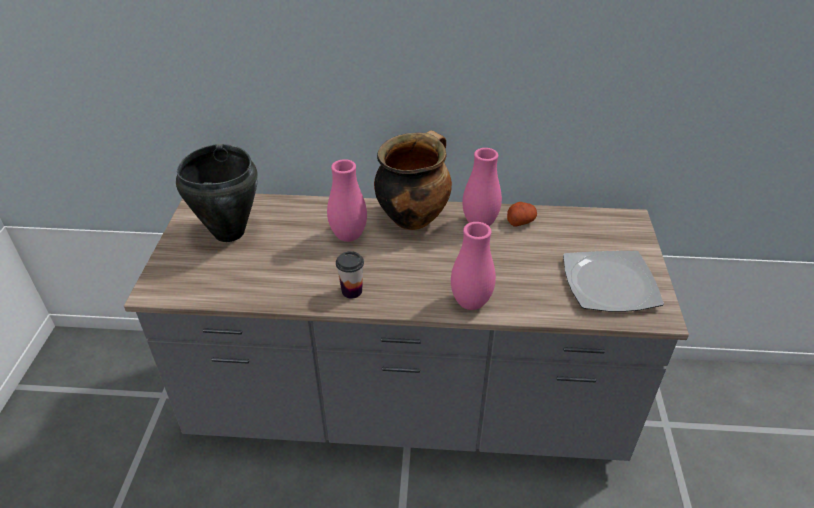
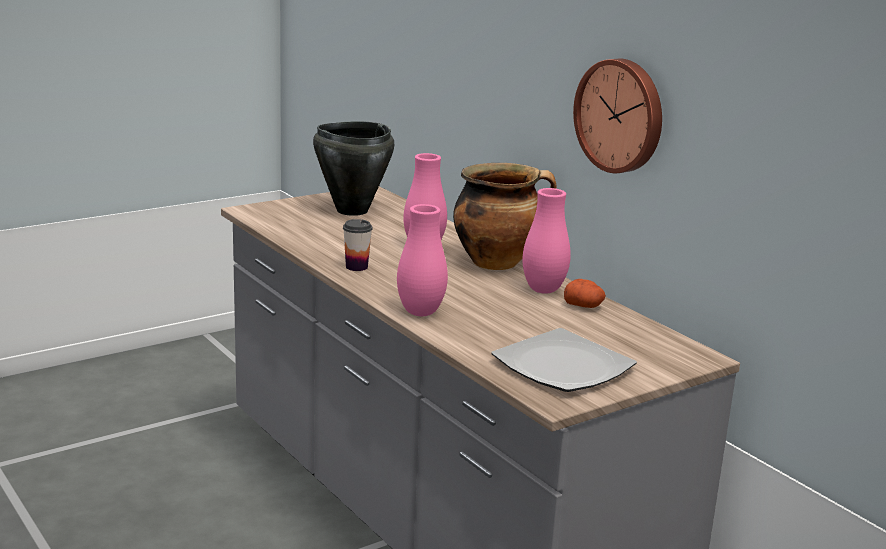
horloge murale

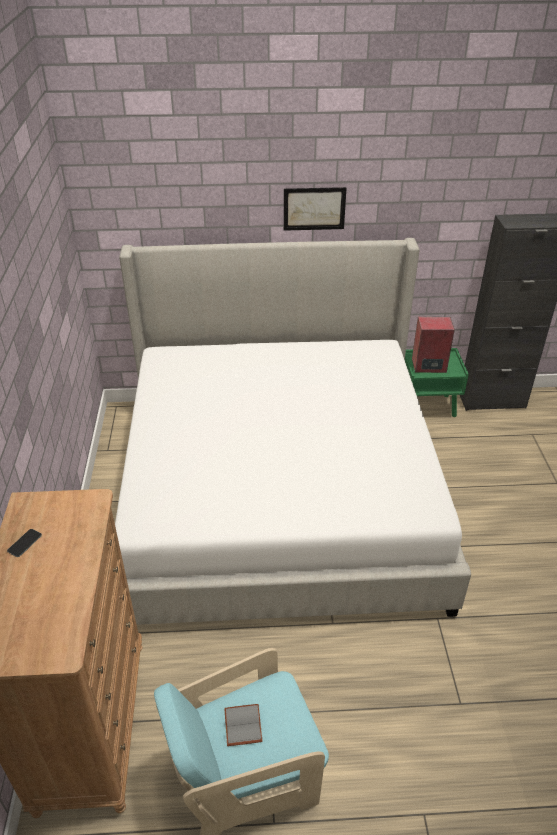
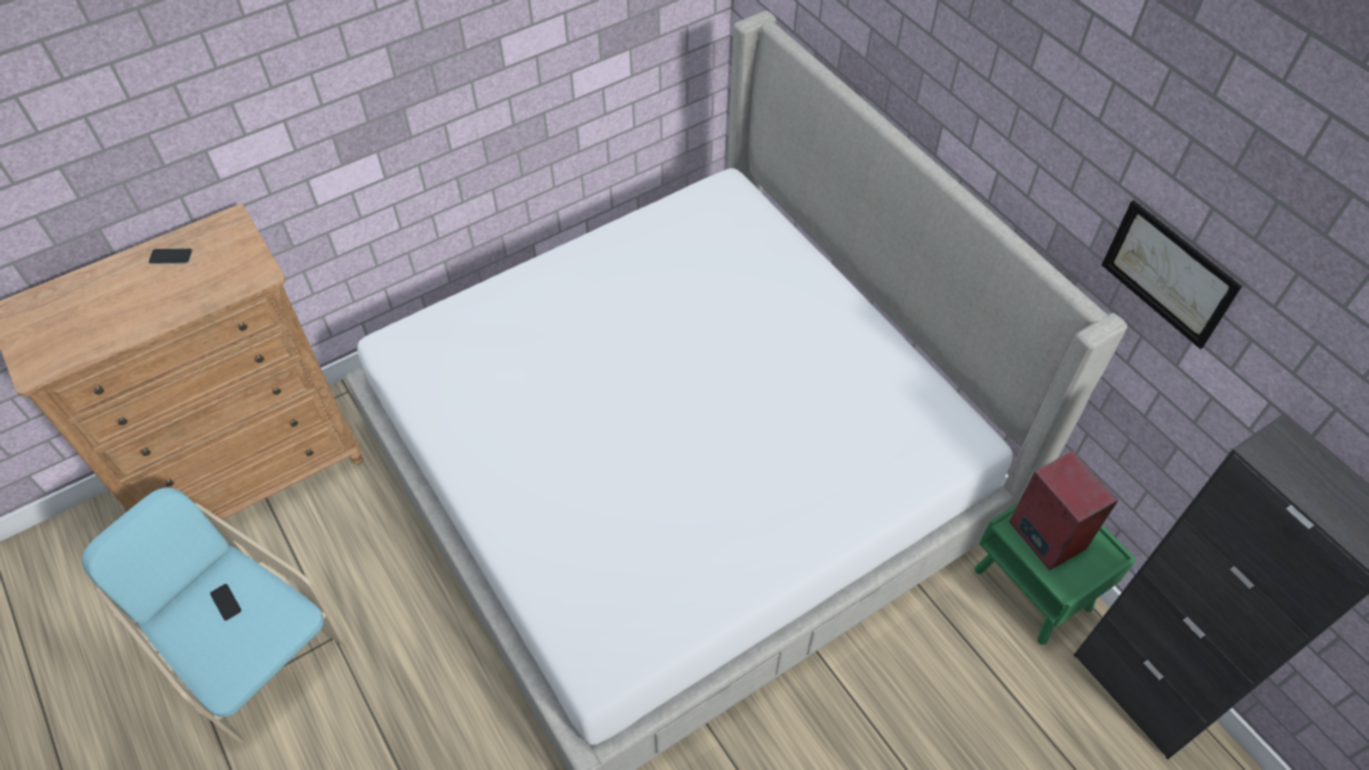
téléphone (2nd from left); tableau

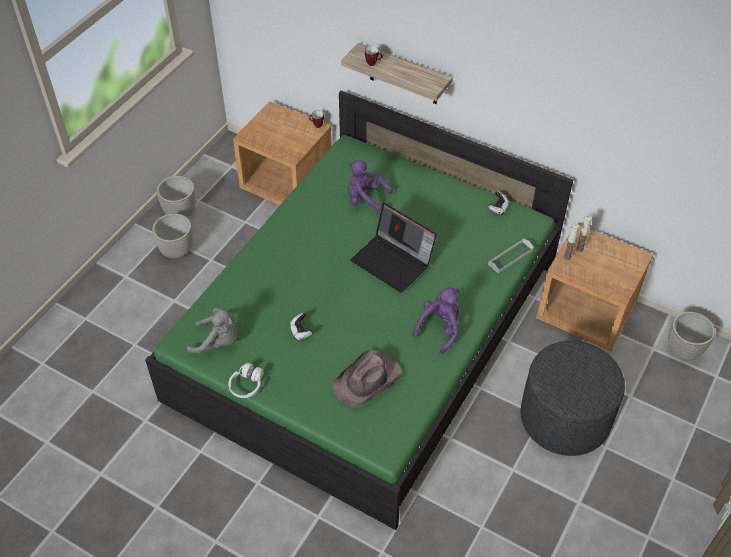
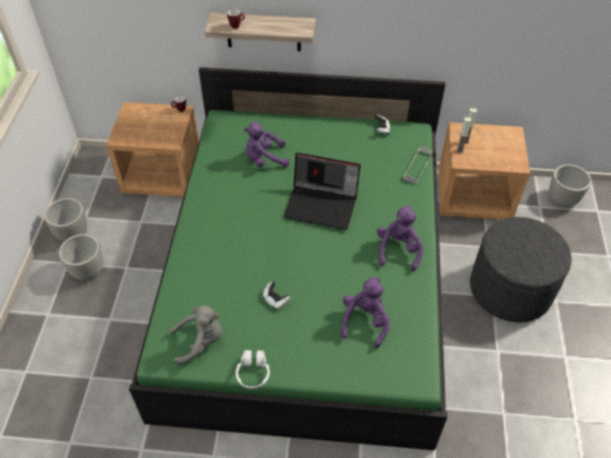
peluche/violet (2nd from left)

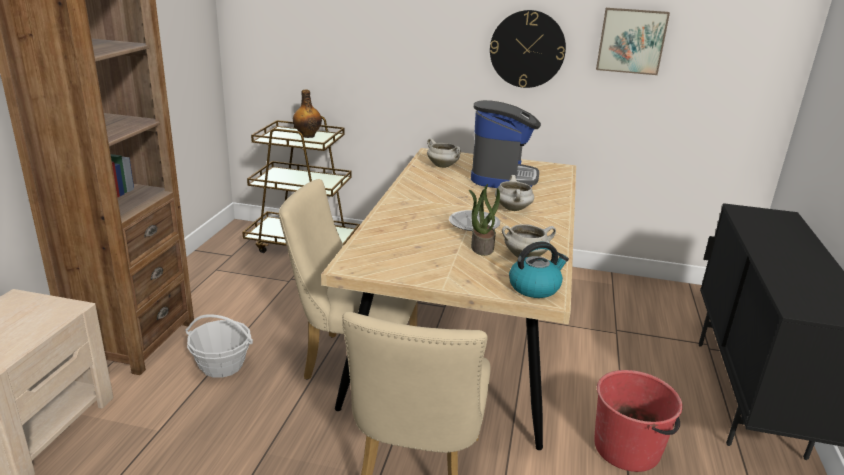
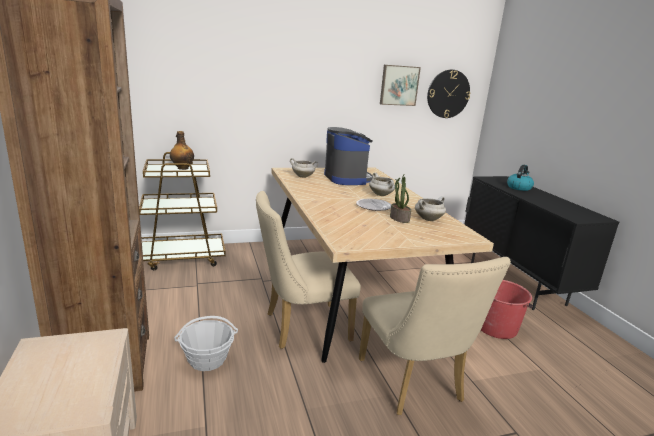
horloge murale; bouilloire

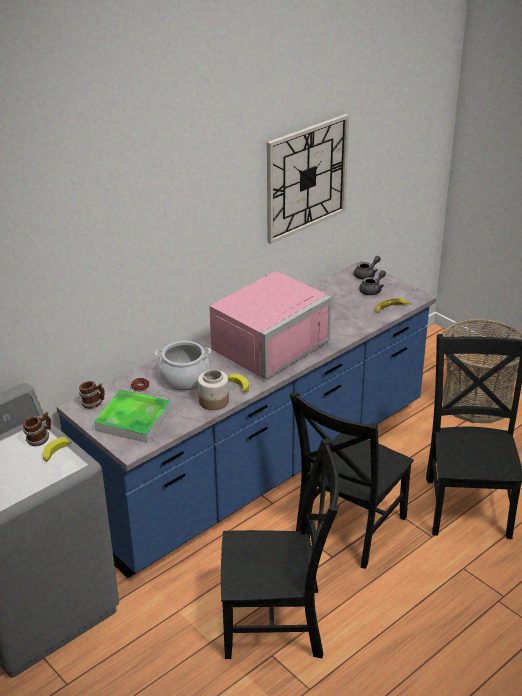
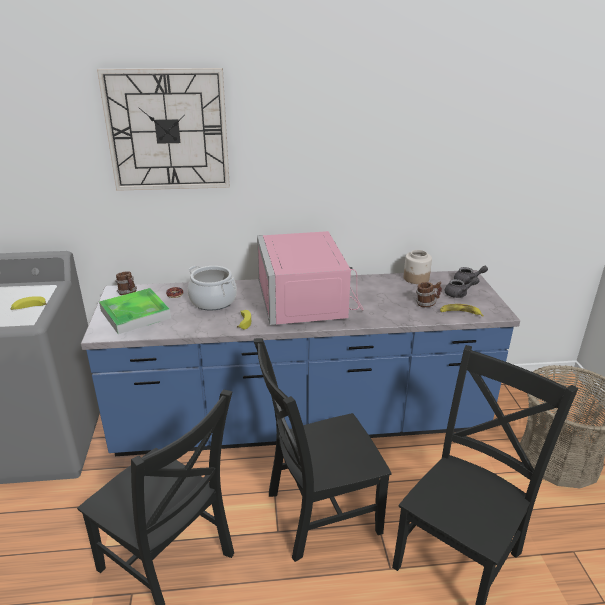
mug (2nd from left); bocal; micro-ondes/rose; horloge murale

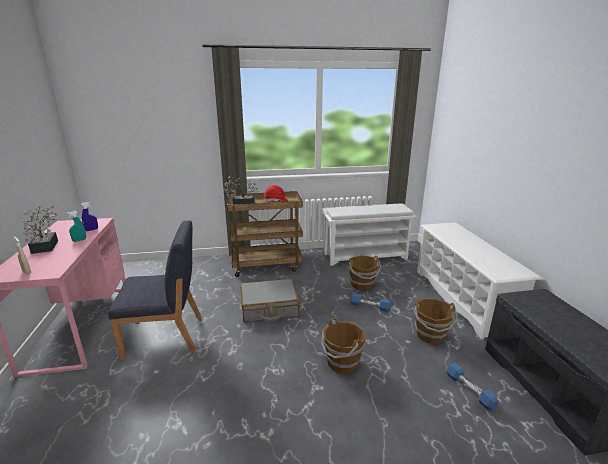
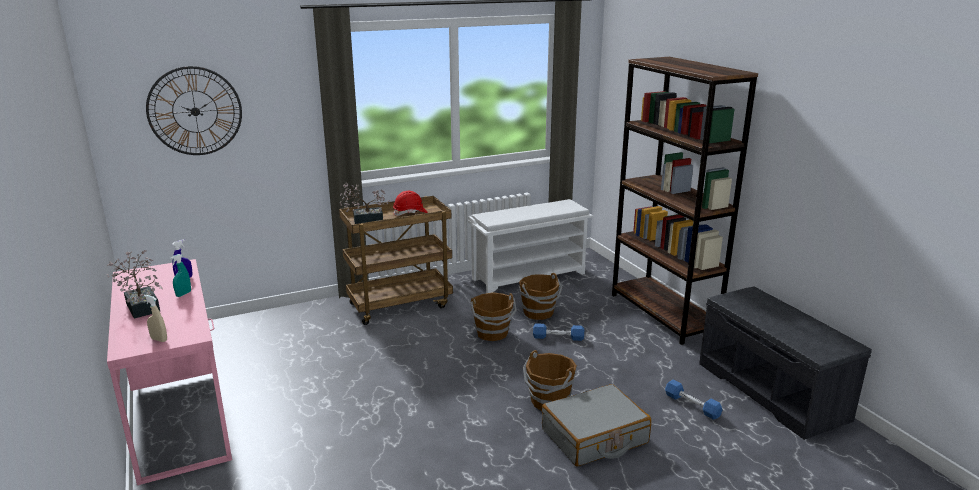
chaise/bleu; valise/gris; seau/marron (1st from left); bibliothèque/marron; horloge murale

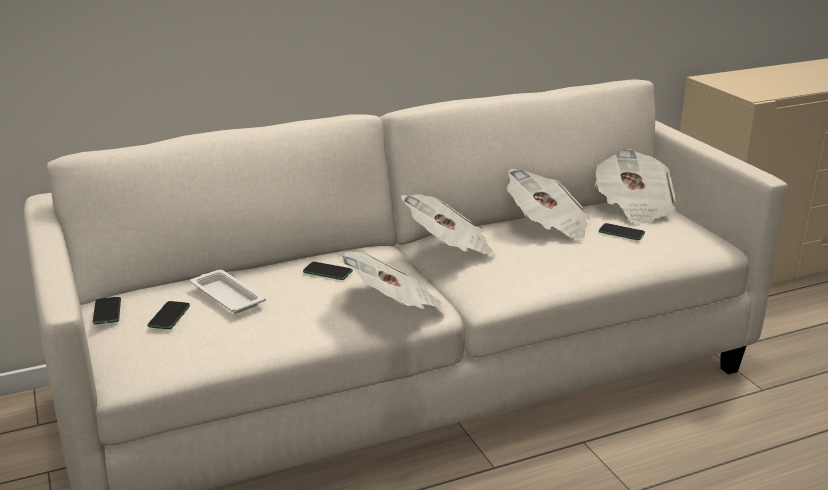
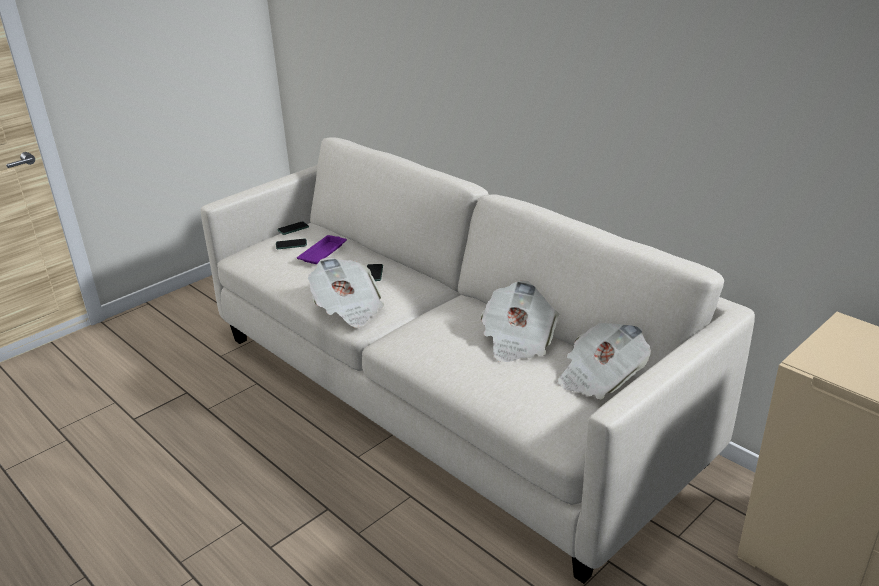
plateau/violet; journal (2nd from left in the first image); téléphone (4th from left in the first image)

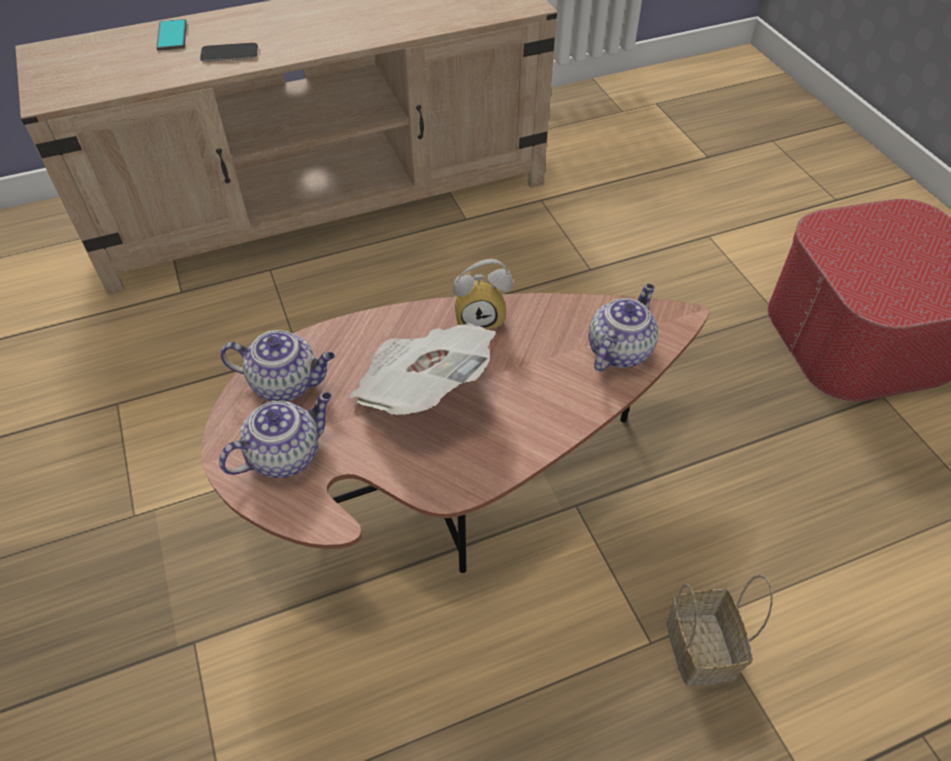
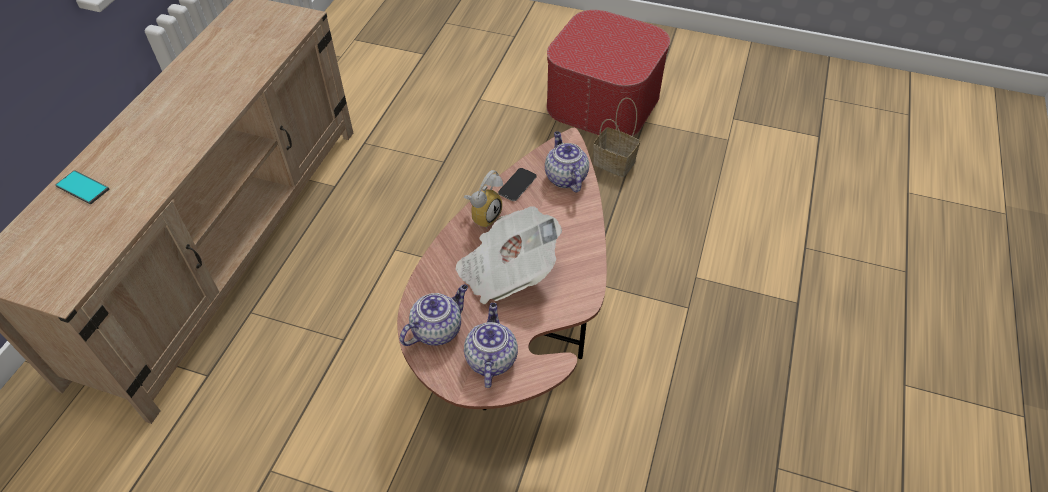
téléphone (2nd from left); panier

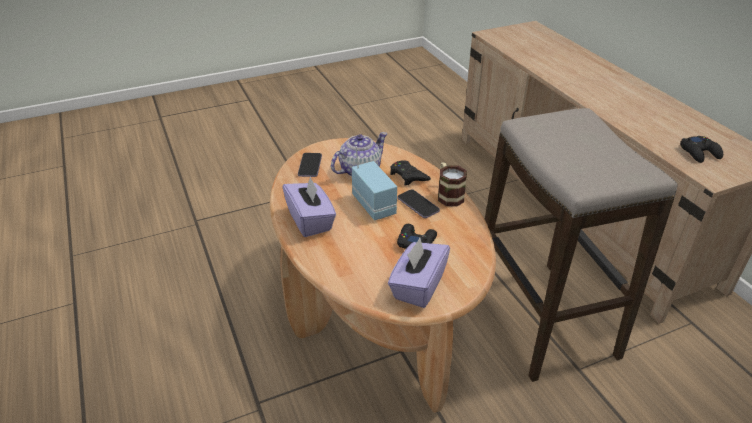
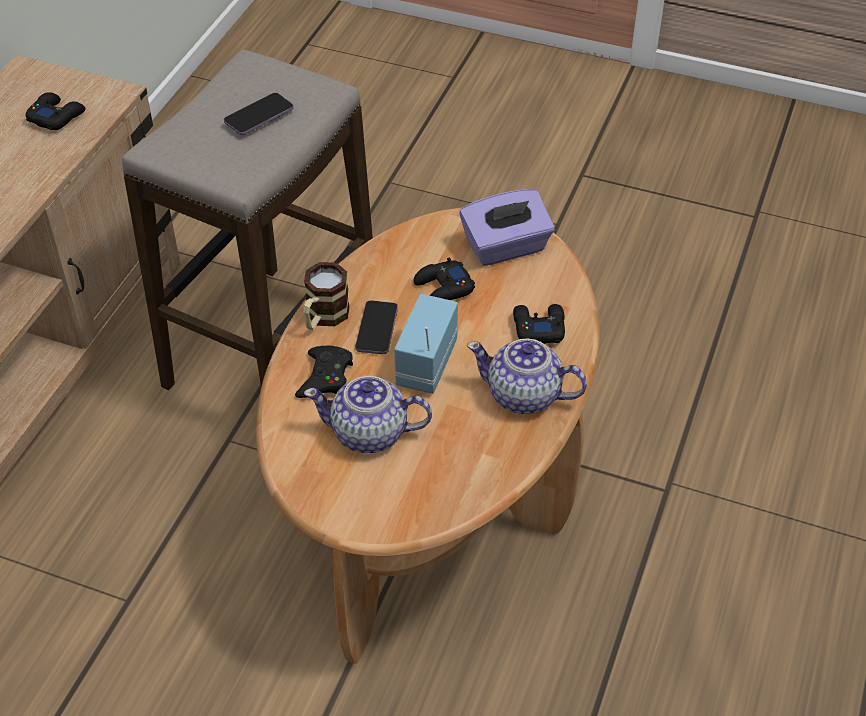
théière (2nd from left); téléphone (1st from left); manette/noir (4th from left)

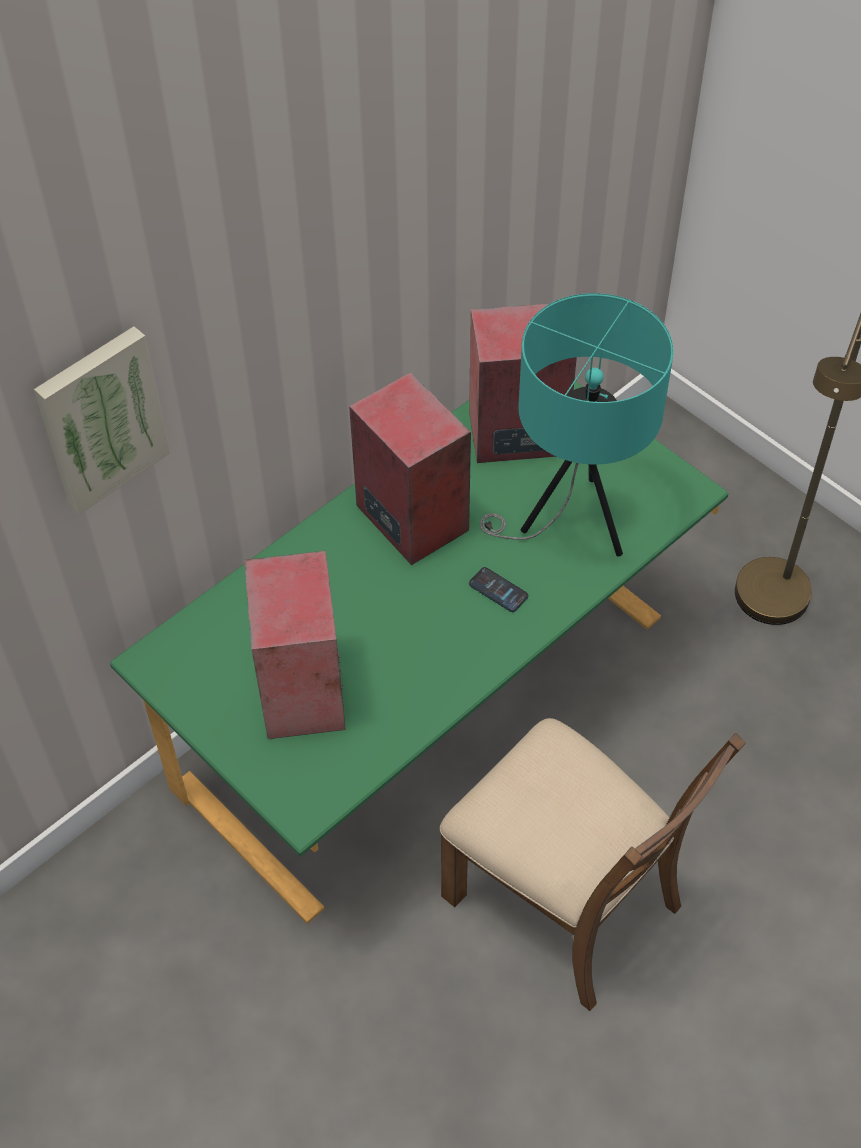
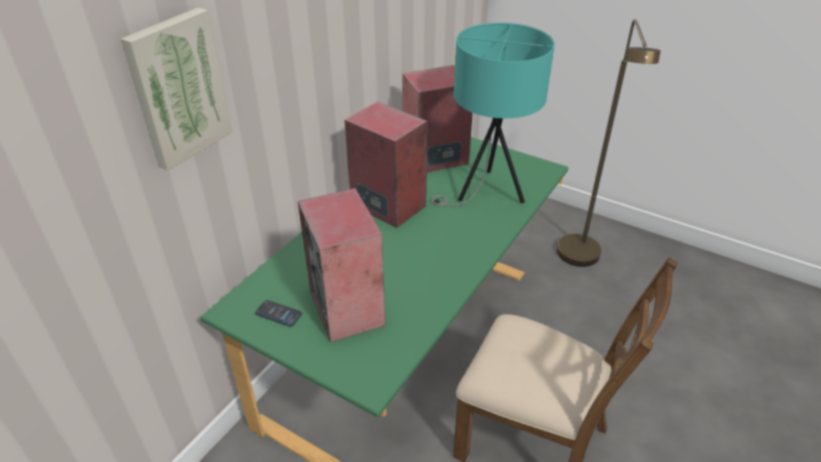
téléphone

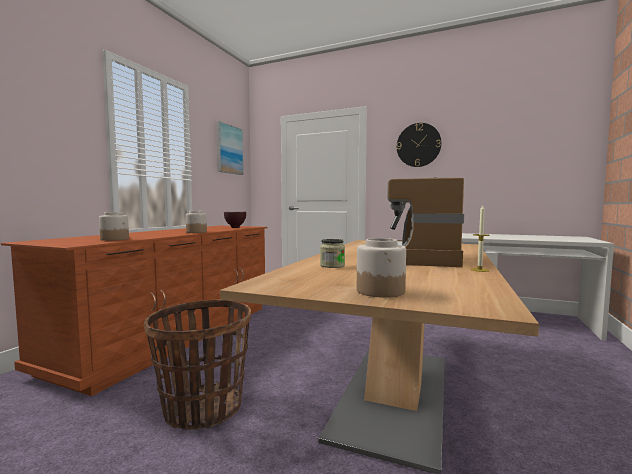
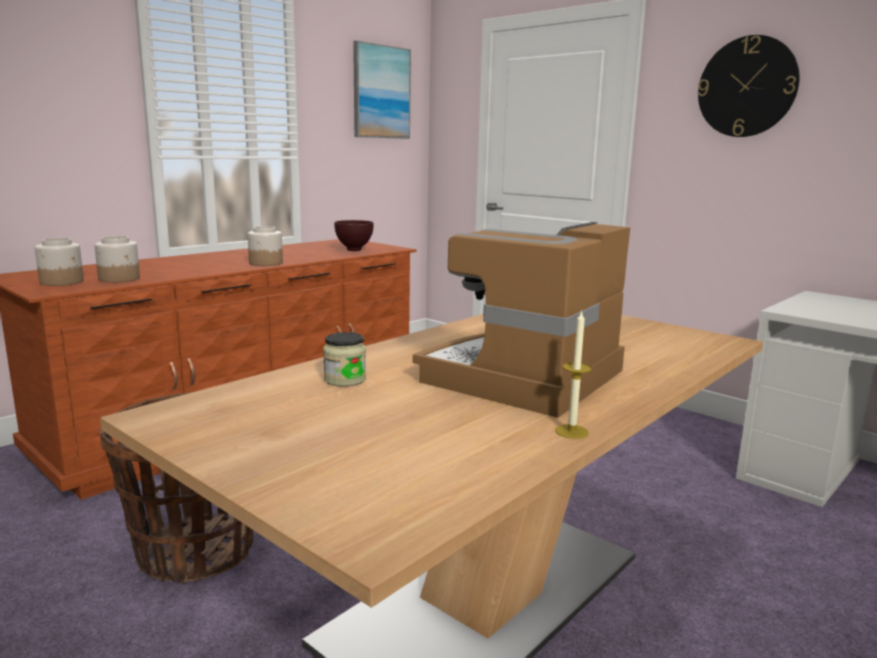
bocal (1st from left)

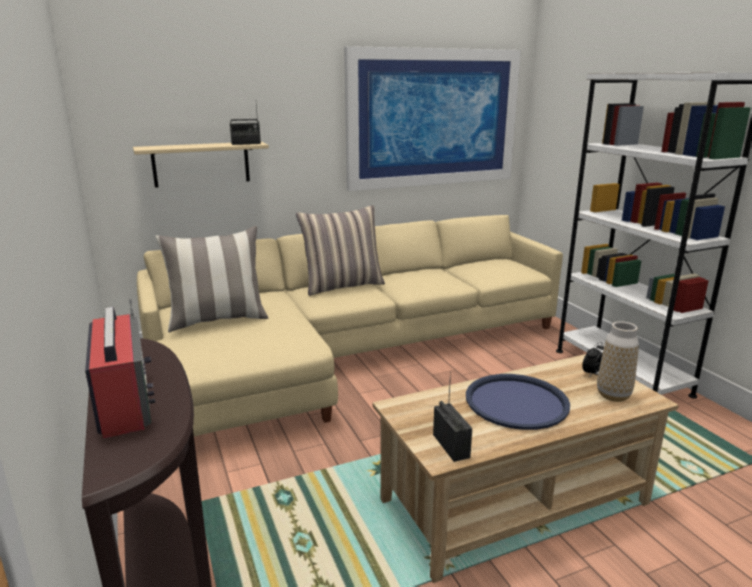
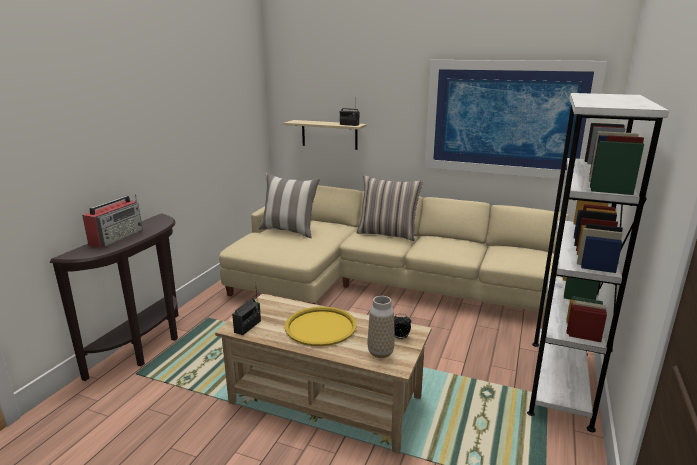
plateau/jaune

